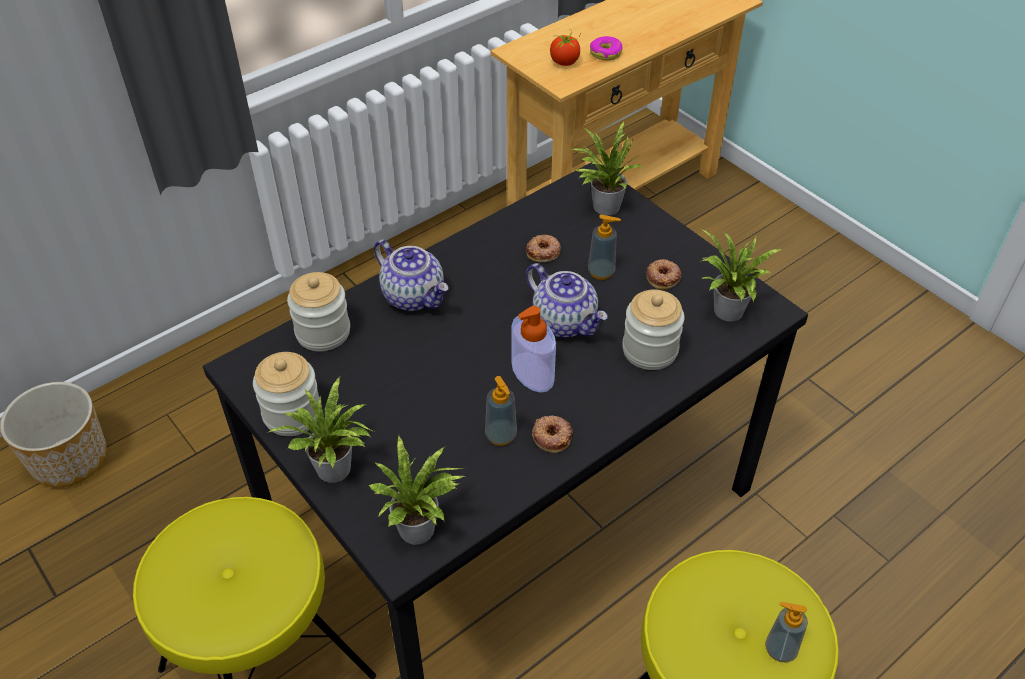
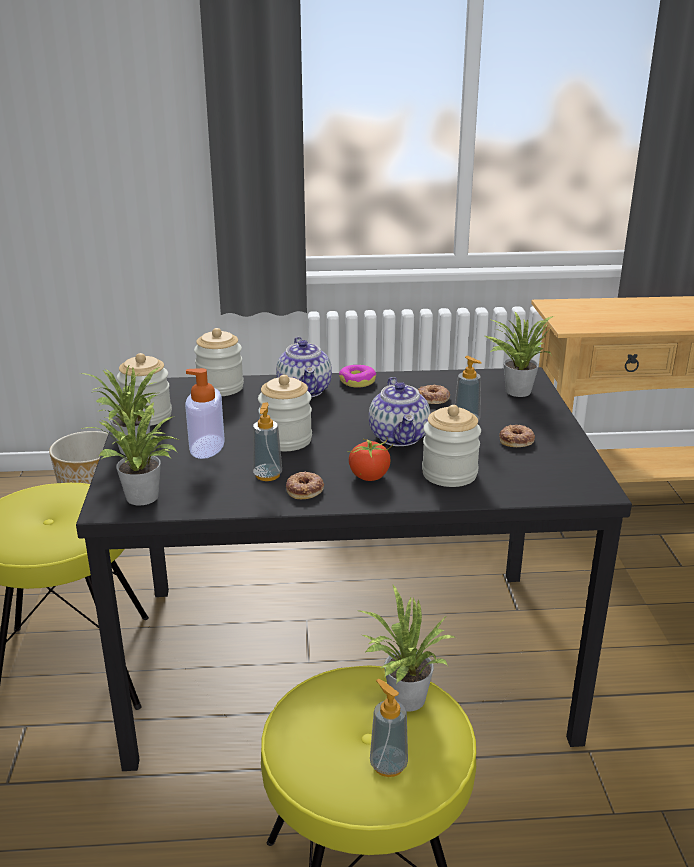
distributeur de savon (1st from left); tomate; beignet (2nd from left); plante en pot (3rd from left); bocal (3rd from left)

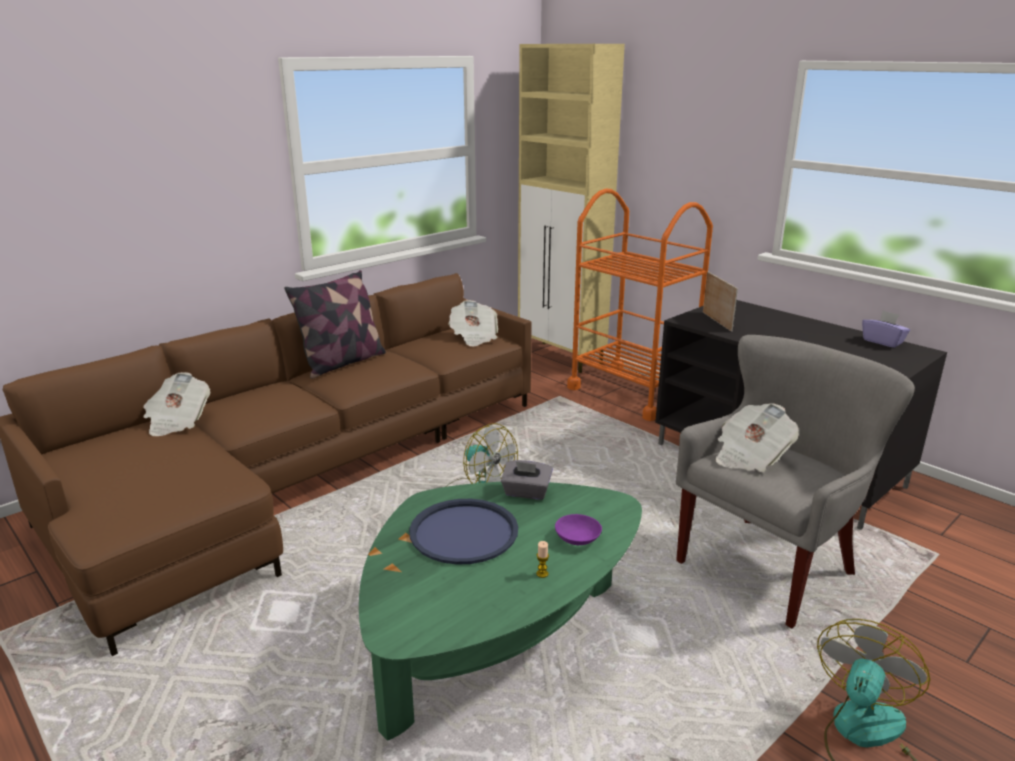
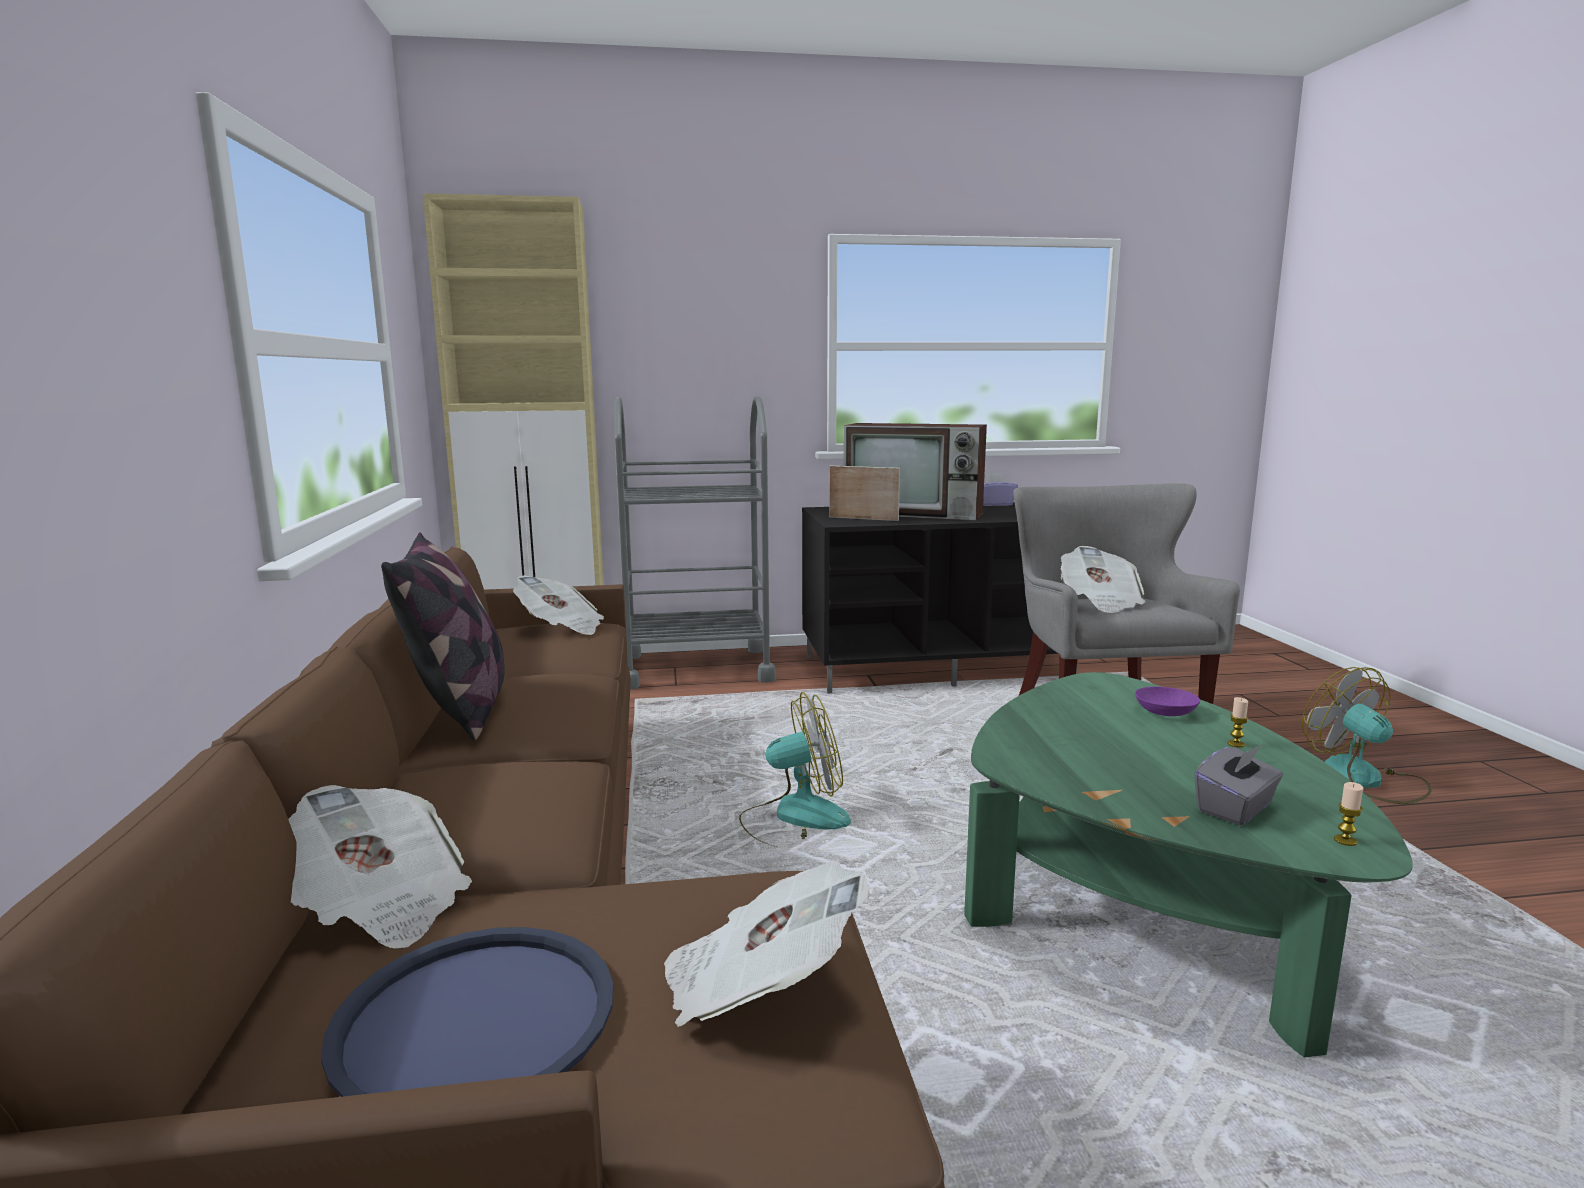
plateau/bleu; boîte à mouchoirs/gris; chariot/gris; journal (3rd from left); téléviseur; bougie (2nd from left)

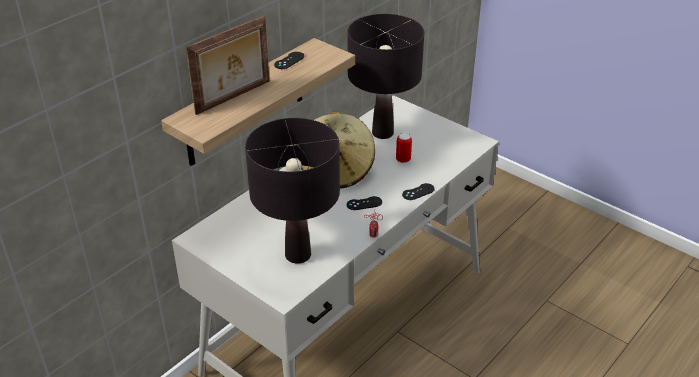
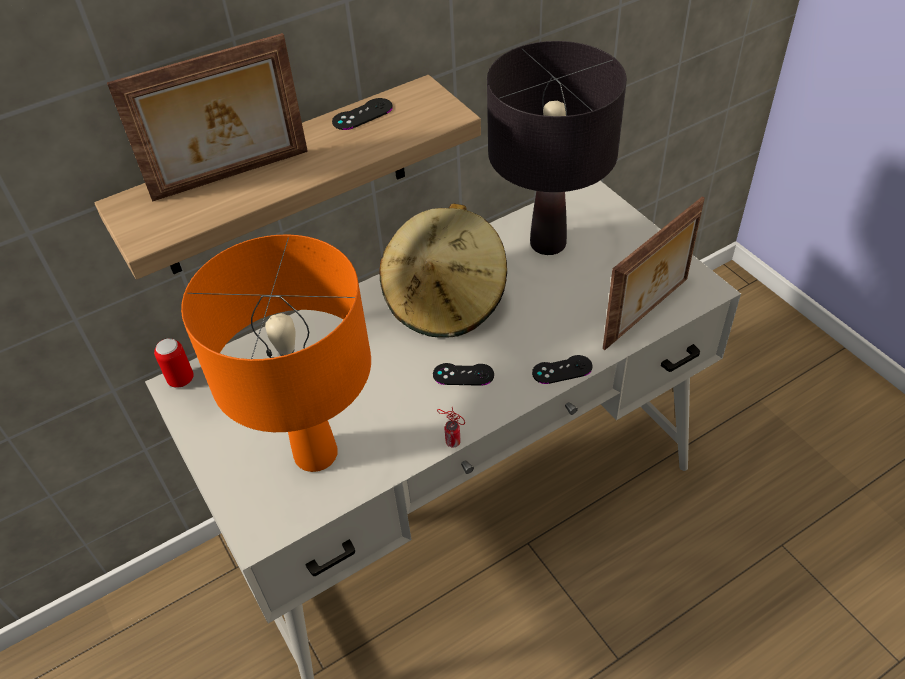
lampe de table/orange; boîte métallique (1st from left); cadre photo (2nd from left)

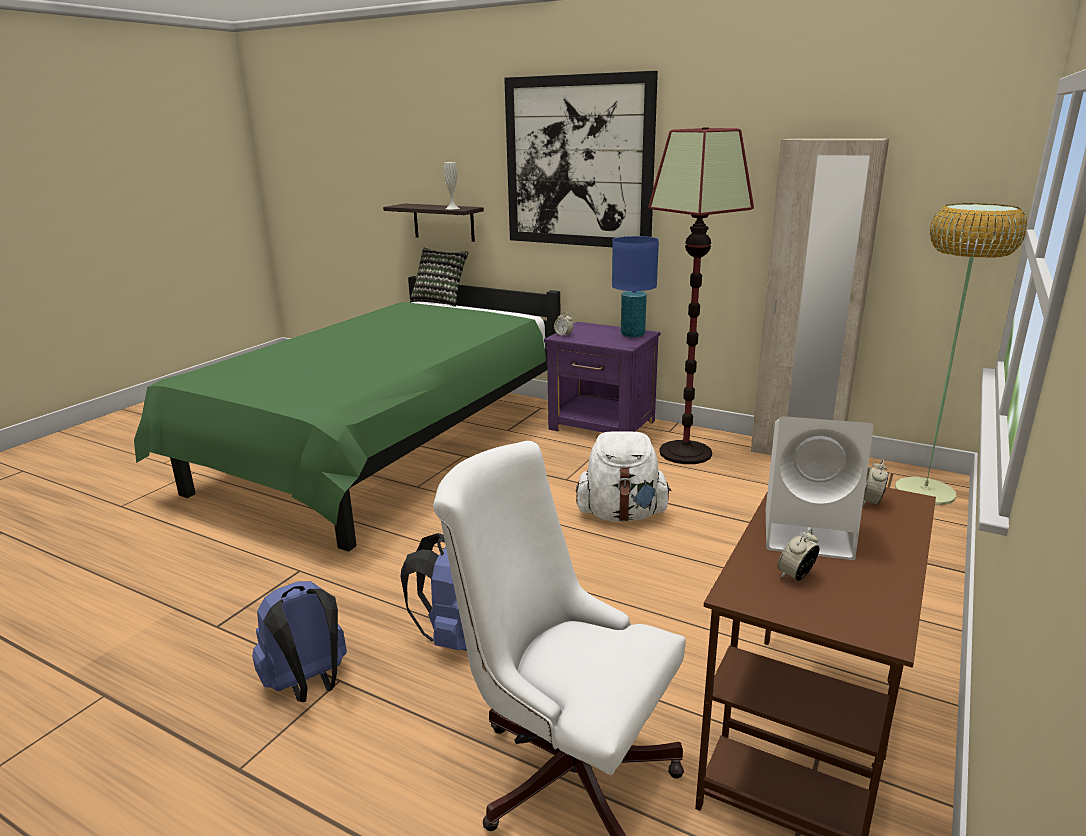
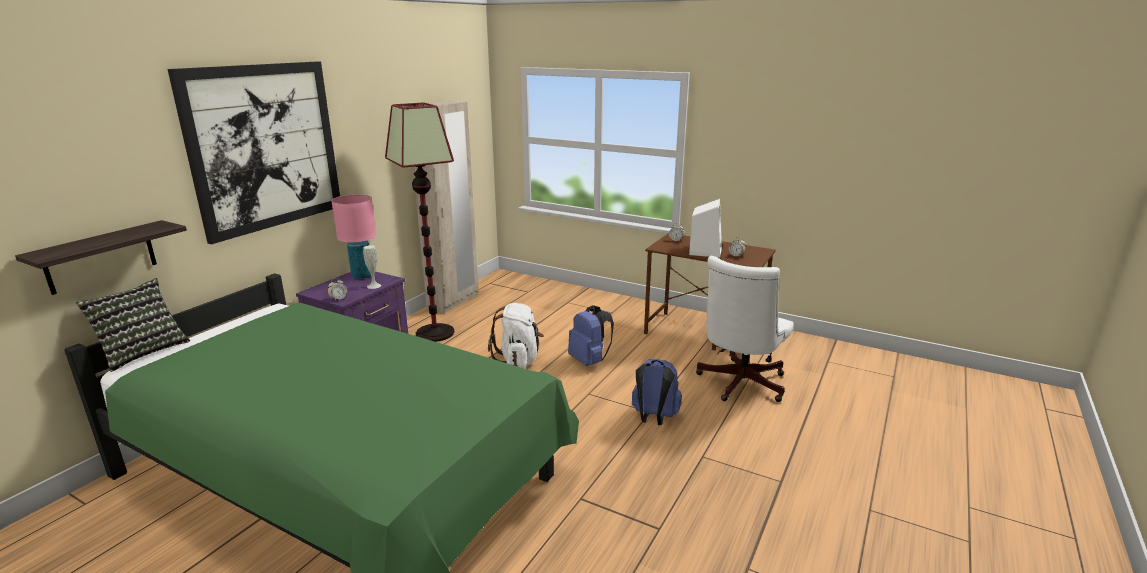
sac à dos/bleu (1st from left); vase/blanc; lampe de table/rose; lampadaire (2nd from left in the first image)

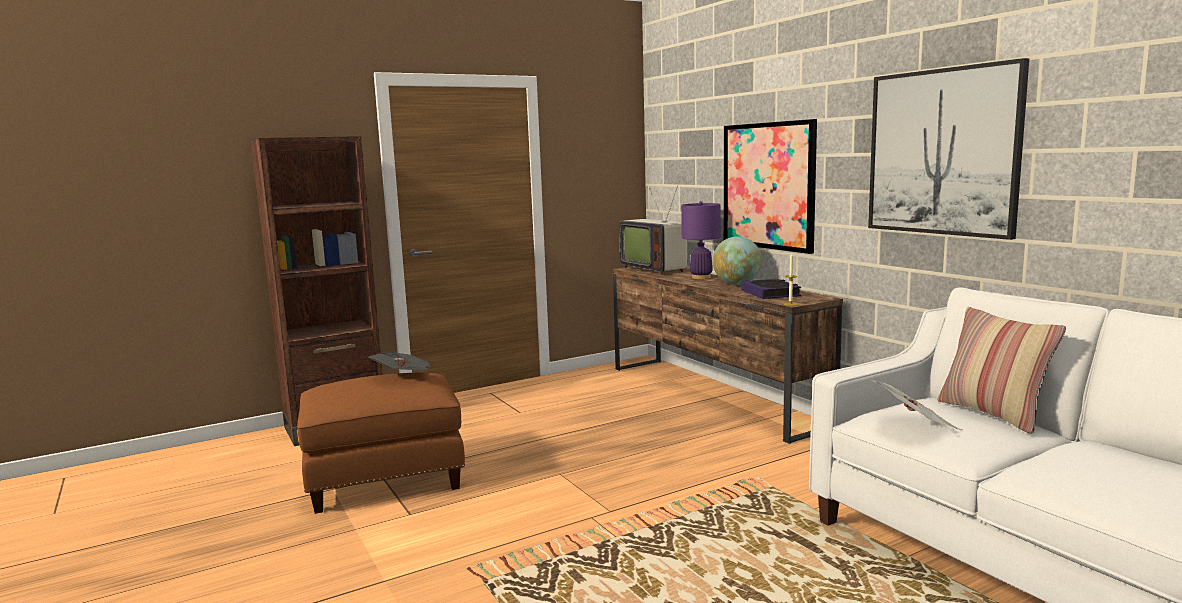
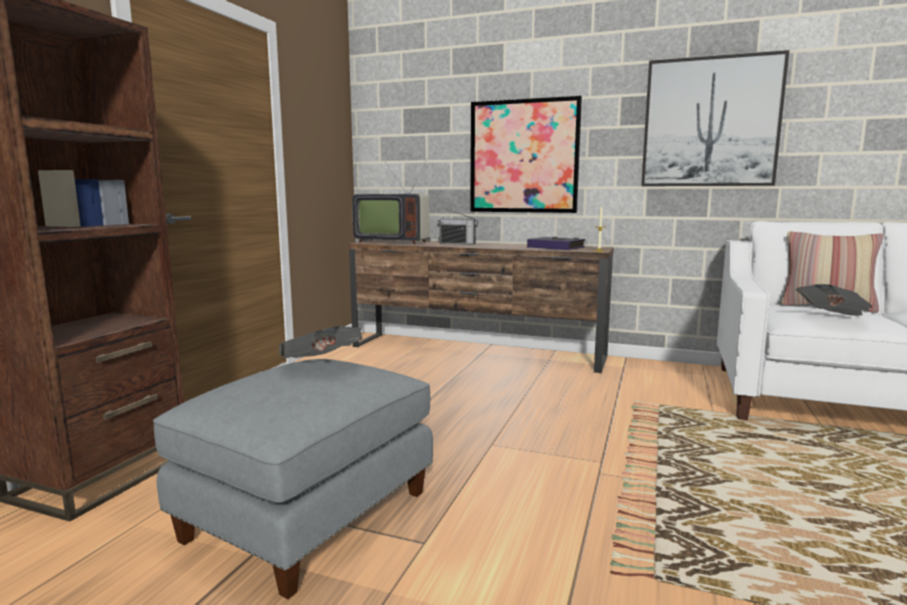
pouf/gris; radio; globe

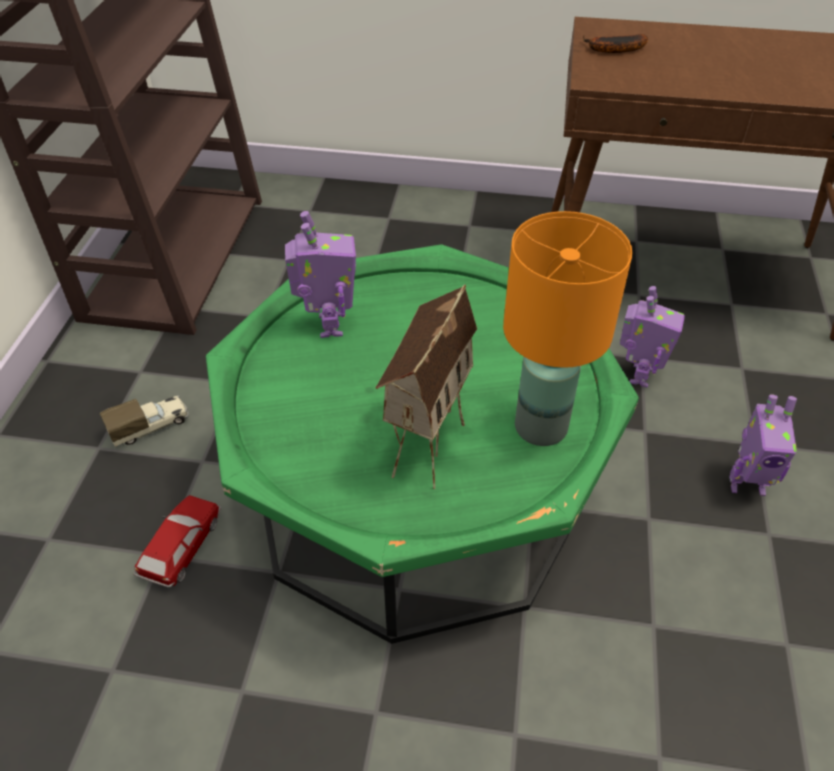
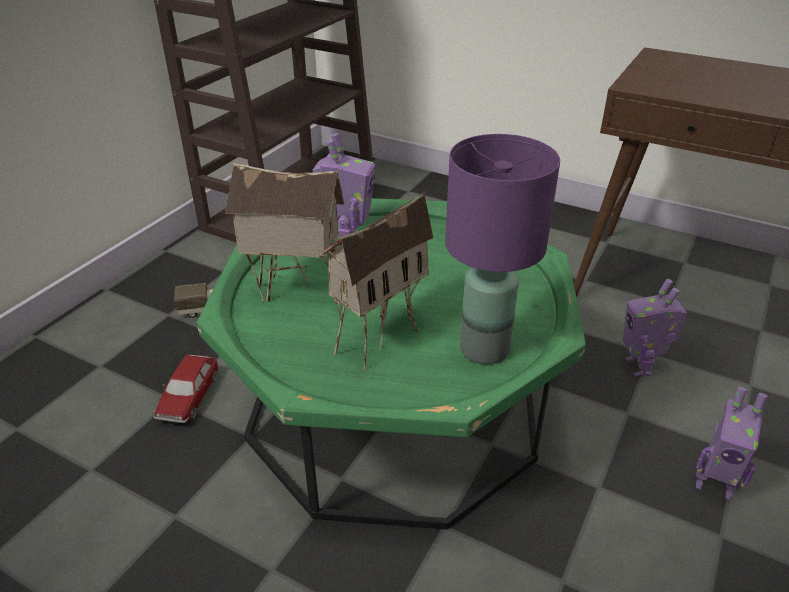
petite voiture; lampe de table/violet; banane; robot jouet (2nd from left); maison miniature (1st from left)

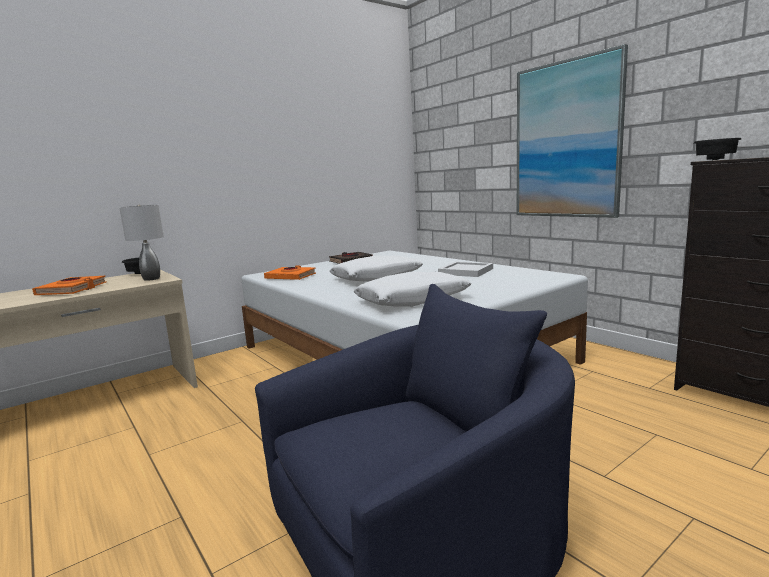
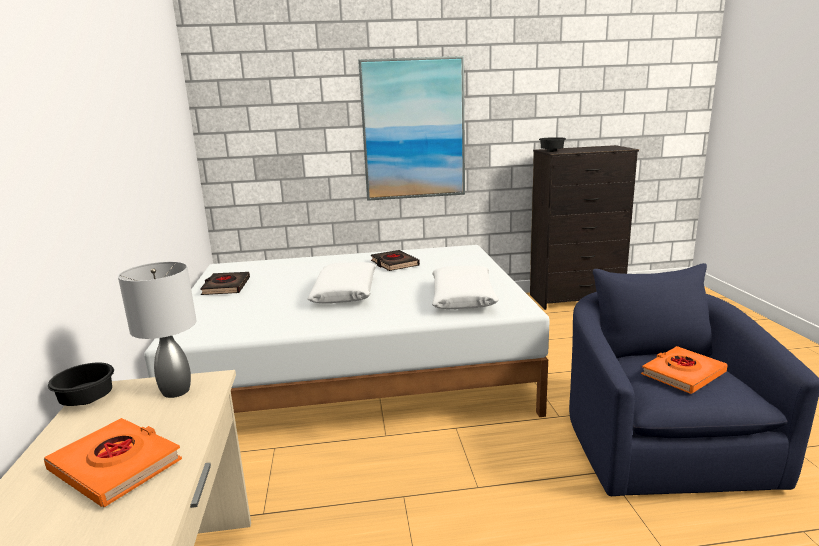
livre/orange (2nd from left); livre/noir (2nd from left)

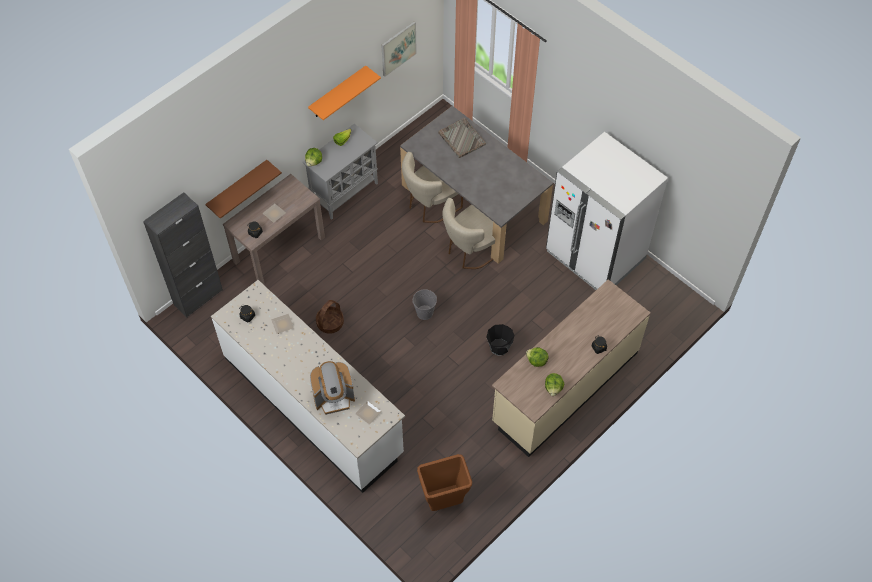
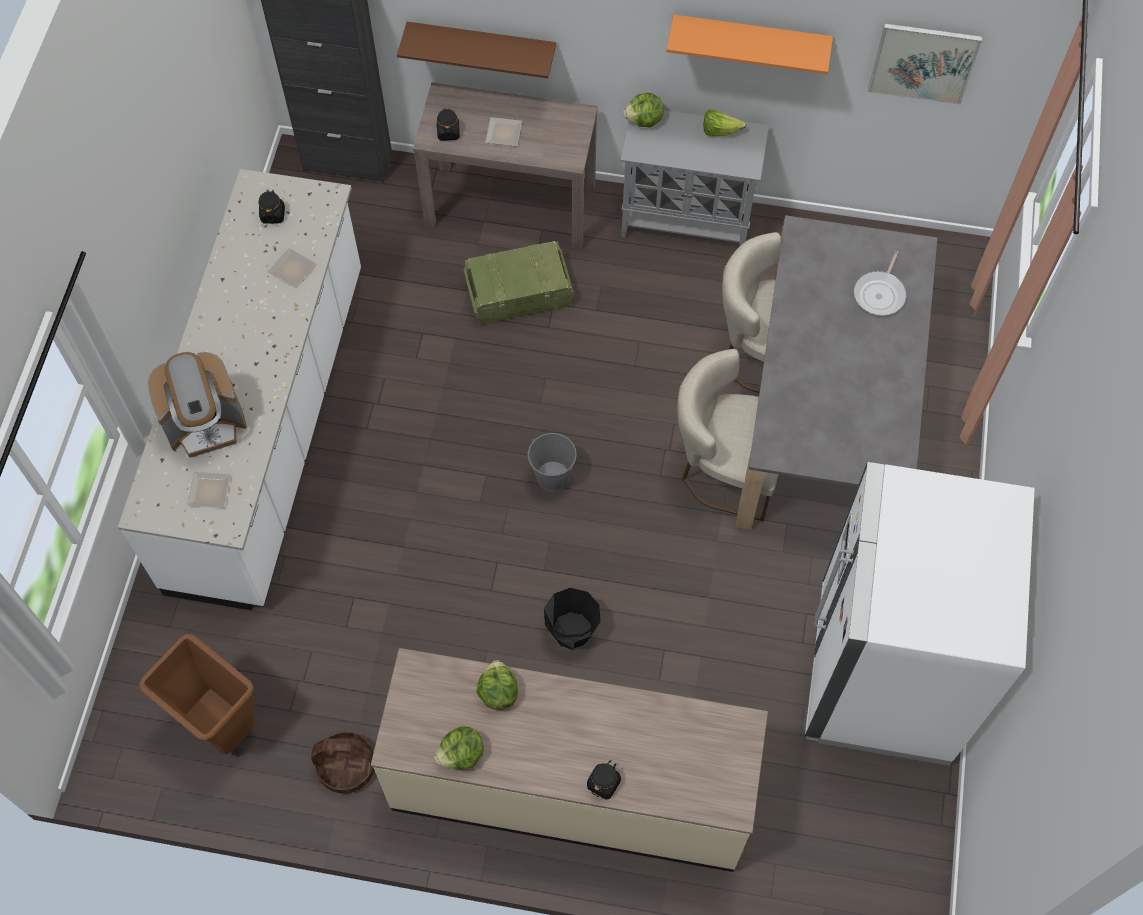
machine à café; panier; poêle; caisse

